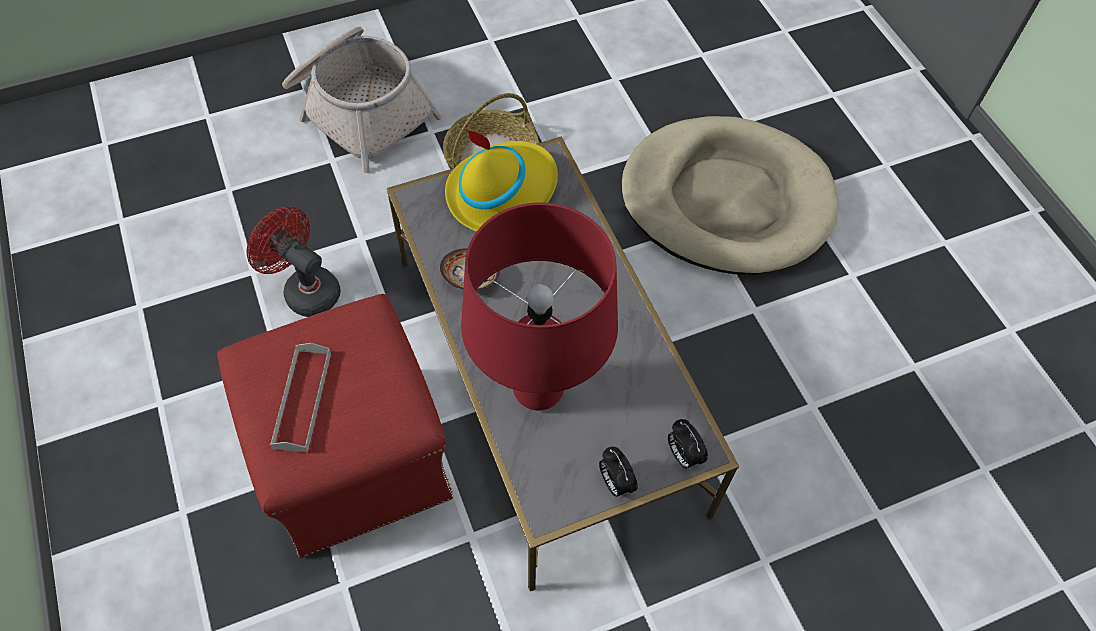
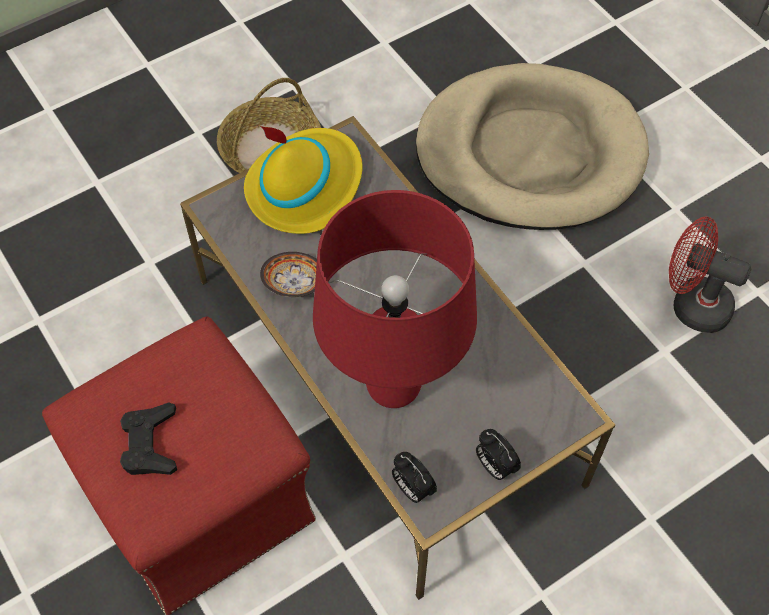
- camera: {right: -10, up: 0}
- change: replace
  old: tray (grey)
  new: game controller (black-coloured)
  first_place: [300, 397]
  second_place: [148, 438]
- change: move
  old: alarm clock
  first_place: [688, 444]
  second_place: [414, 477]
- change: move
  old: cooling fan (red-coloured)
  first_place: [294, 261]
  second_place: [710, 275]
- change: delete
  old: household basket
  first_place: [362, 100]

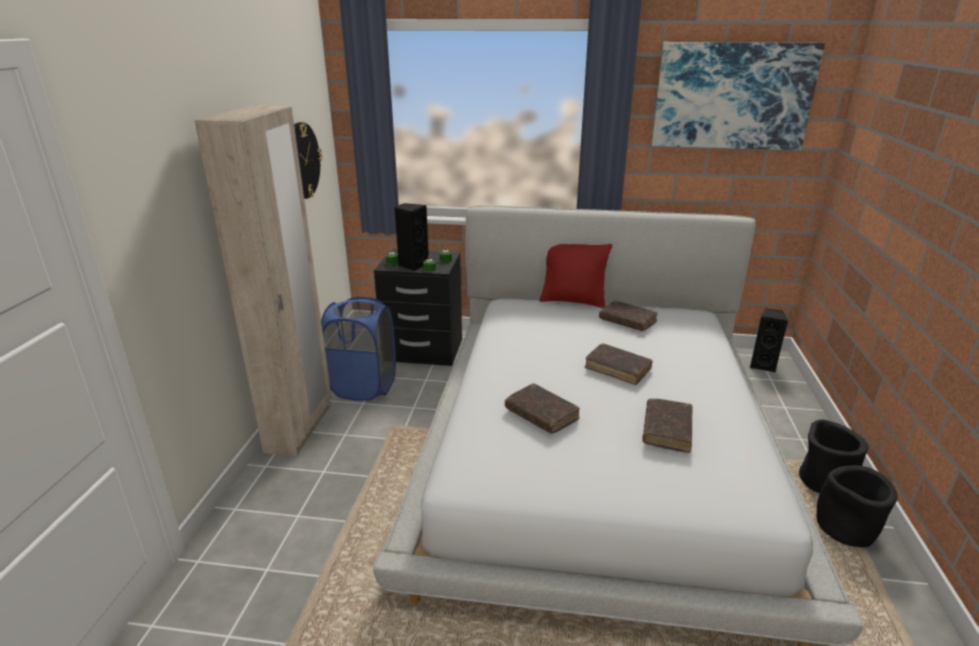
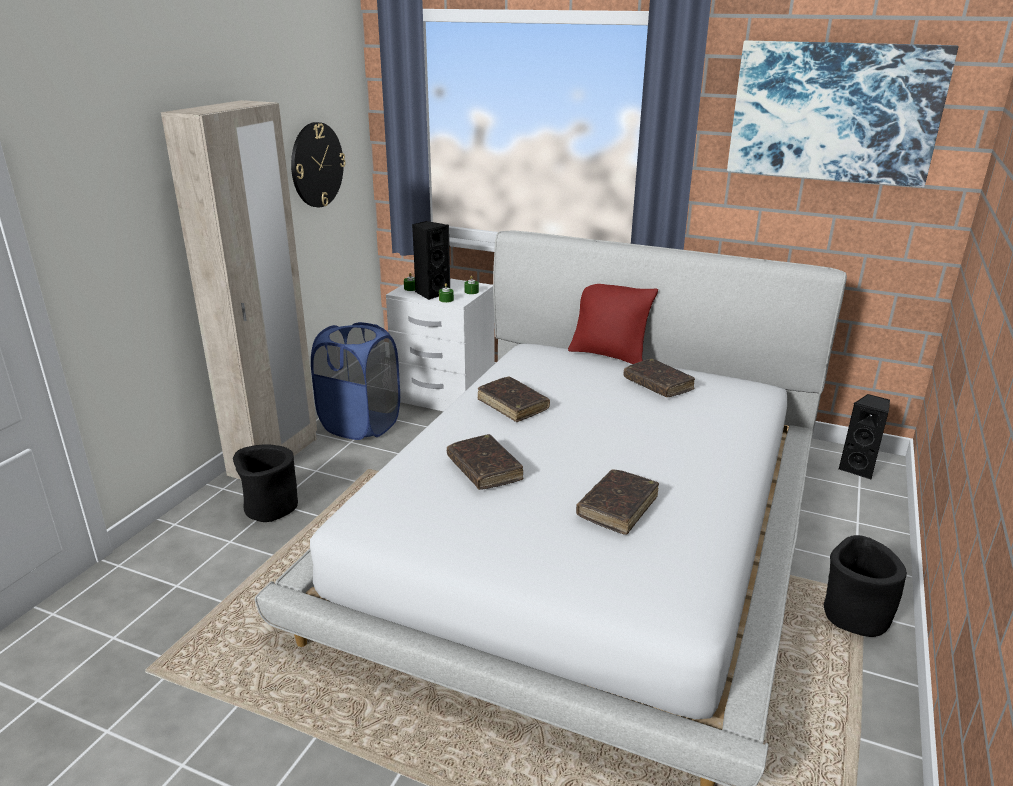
- camera: {right: 15, up: 0}
- change: move
  old: flower pot (black-coloured)
  first_place: [857, 506]
  second_place: [265, 483]
- change: recolor
  old: bedside table (black-coloured)
  new: bedside table (whitish)
  first_place: [418, 307]
  second_place: [440, 345]
- change: move
  old: volume (brown)
  first_place: [619, 364]
  second_place: [513, 399]

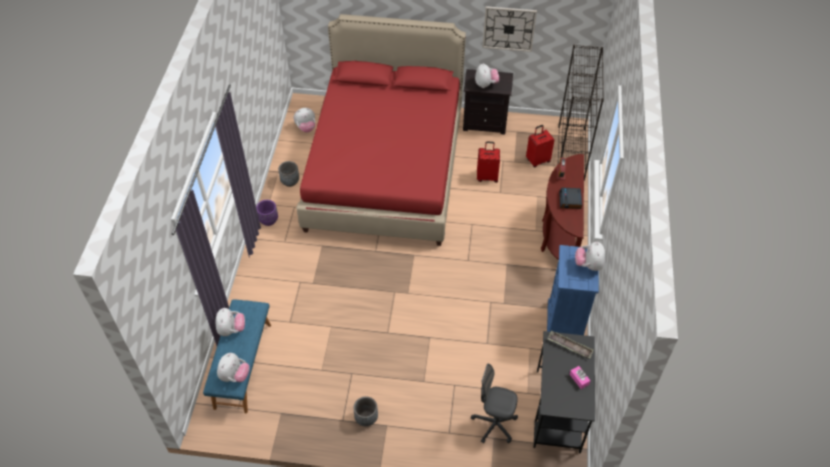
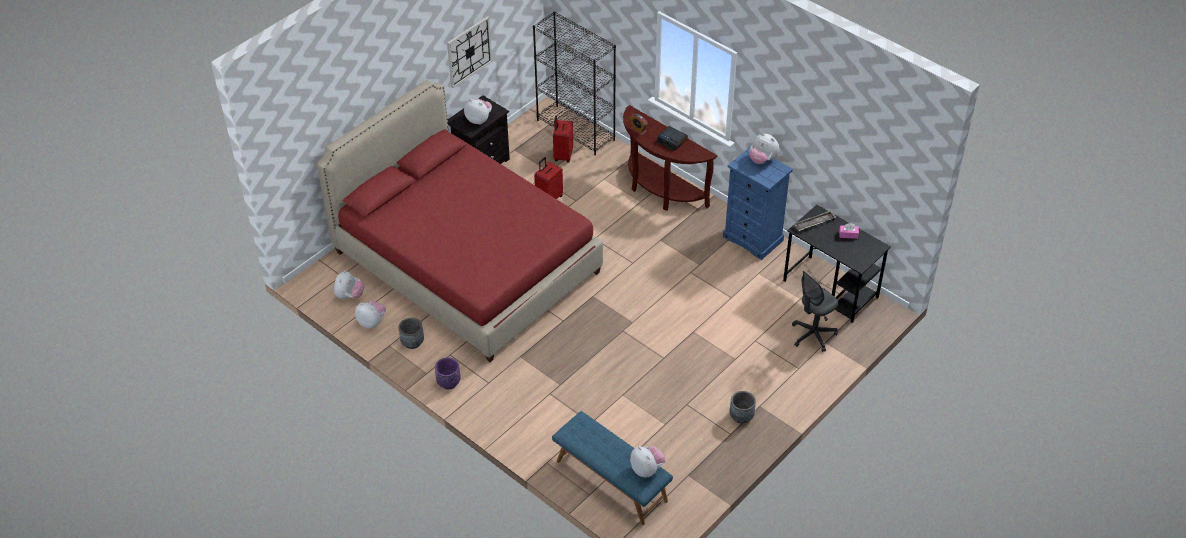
- camera: {right: -55, up: -5}
- change: move
  old: cuddly toy
  first_place: [230, 322]
  second_place: [370, 314]

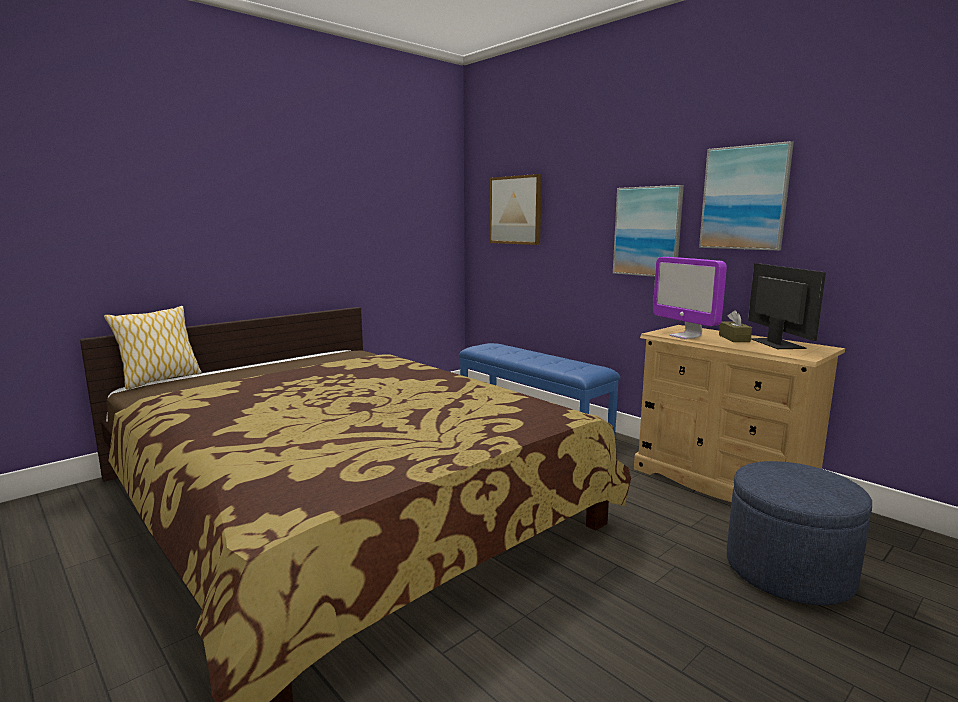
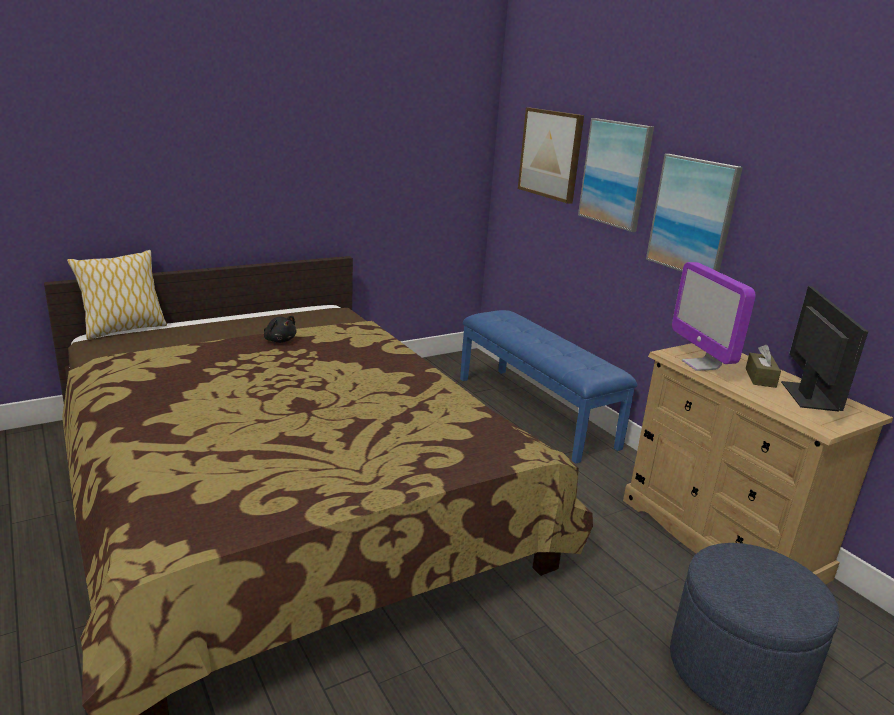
- camera: {right: 10, up: 10}
- change: insert
  new: cuddly toy (black-coloured)
  second_place: [280, 329]
- change: move
  old: wall picture
  first_place: [746, 196]
  second_place: [616, 175]

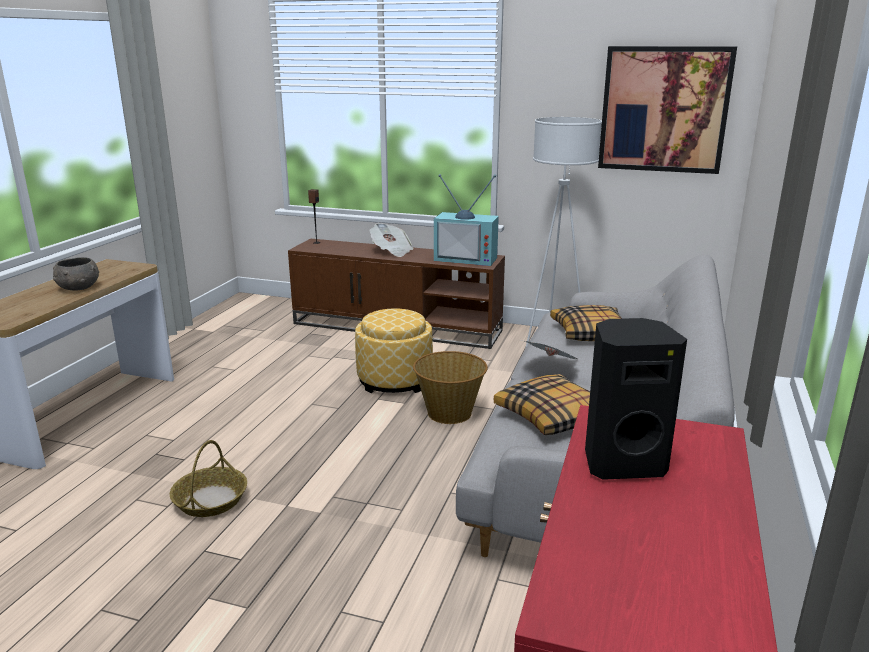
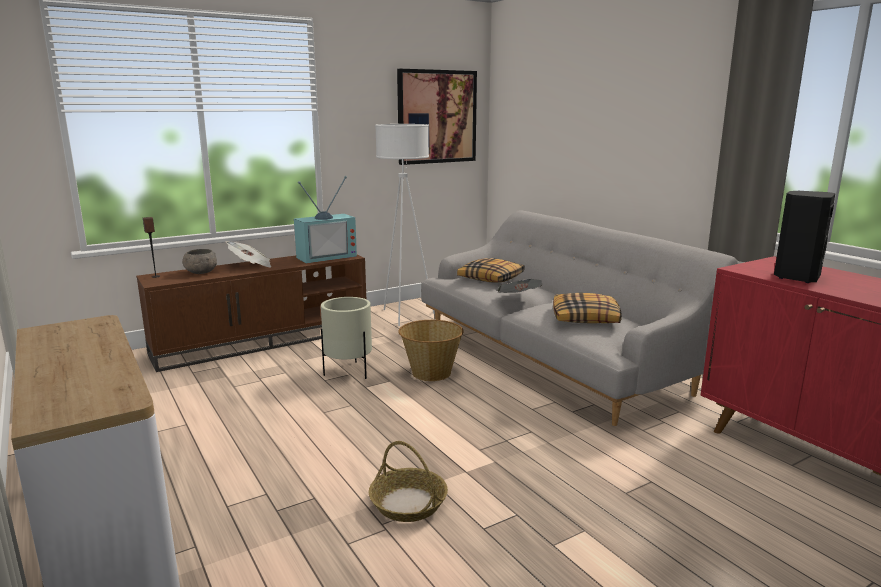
- camera: {right: -50, up: -5}
- change: move
  old: deep dish (grey)
  first_place: [76, 274]
  second_place: [199, 261]
- change: replace
  old: ottoman
  new: flower pot (beige-coloured)
  first_place: [394, 350]
  second_place: [346, 338]

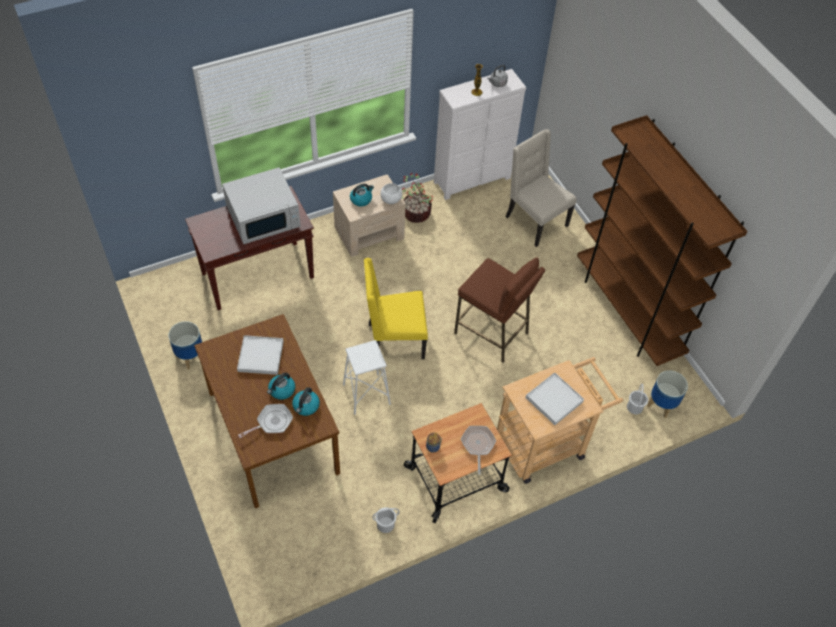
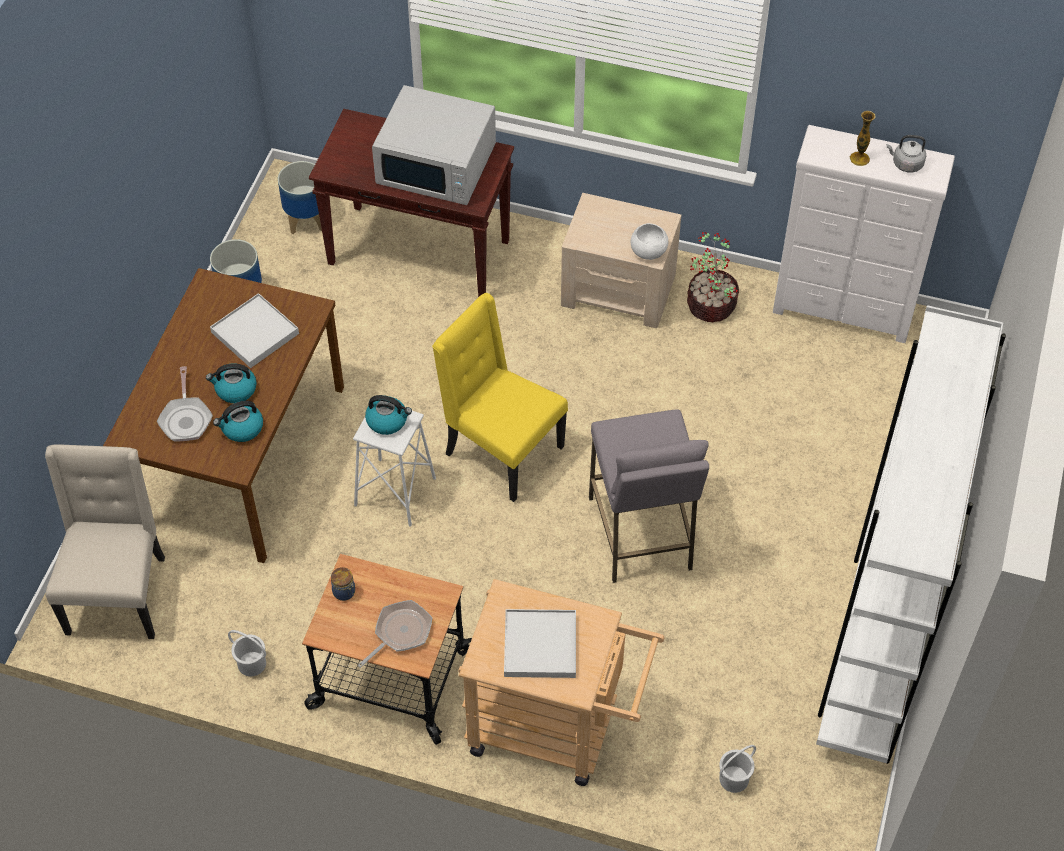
- camera: {right: 45, up: 0}
- change: move
  old: plain chair (beige-coloured)
  first_place: [541, 188]
  second_place: [105, 541]
- change: rotate
  old: pan
  first_place: [265, 421]
  second_place: [185, 403]
  degrees: 75
- change: move
  old: flower pot
  first_place: [667, 394]
  second_place: [300, 197]
- change: move
  old: kettle
  first_place: [362, 195]
  second_place: [388, 415]
- change: recolor
  old: sitting stool (brown)
  new: sitting stool (grey)
  first_place: [499, 310]
  second_place: [649, 496]
- change: recolor
  old: bookcase (brown)
  new: bookcase (whitish)
  first_place: [662, 240]
  second_place: [911, 534]

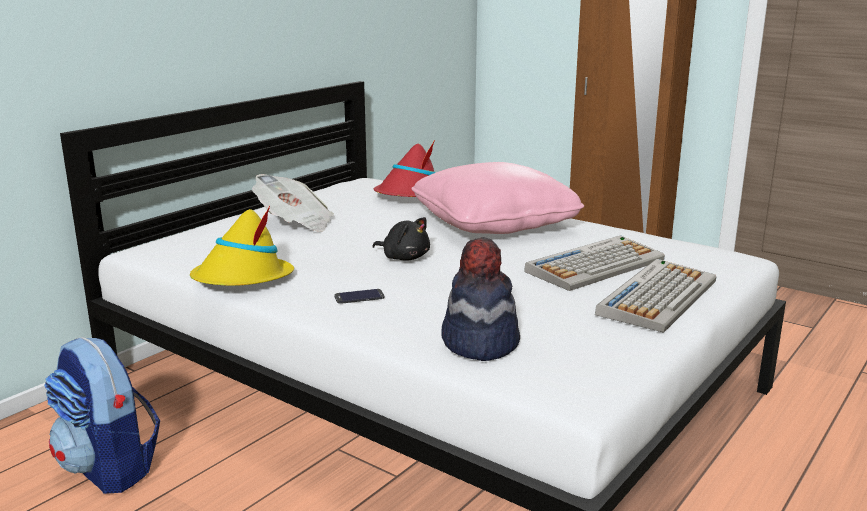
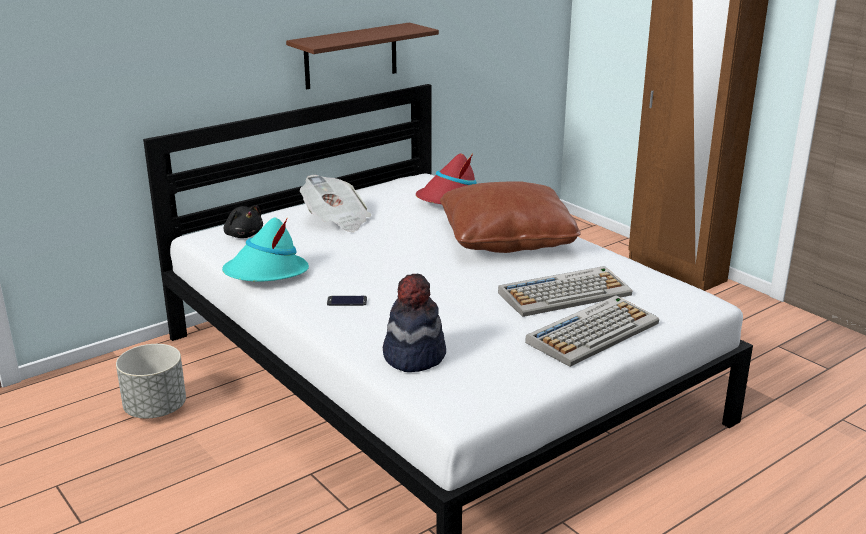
- camera: {right: 15, up: 5}
- change: replace
  old: backpack
  new: flower pot (grey)
  first_place: [102, 415]
  second_place: [151, 381]
- change: recolor
  old: clothing hat (yellow)
  new: clothing hat (turquoise)
  first_place: [242, 246]
  second_place: [265, 249]
- change: move
  old: cuddly toy (black-coloured)
  first_place: [401, 239]
  second_place: [243, 221]
- change: insert
  new: bracket shelf (brown)
  second_place: [362, 56]
- change: recolor
  old: cushion (pink)
  new: cushion (brown)
  first_place: [497, 198]
  second_place: [510, 217]

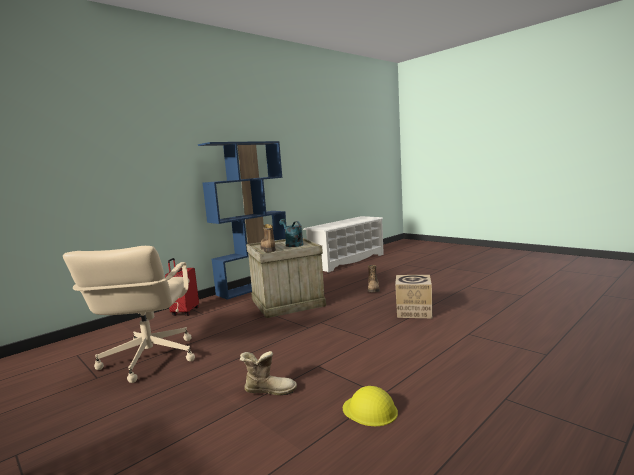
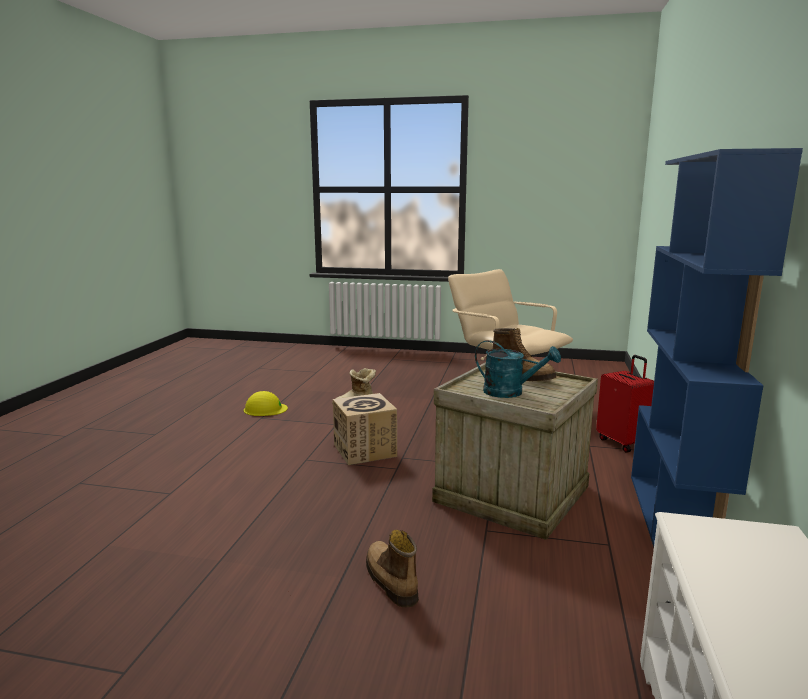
- camera: {right: 145, up: 5}
- change: move
  old: cardboard box
  first_place: [413, 296]
  second_place: [365, 429]

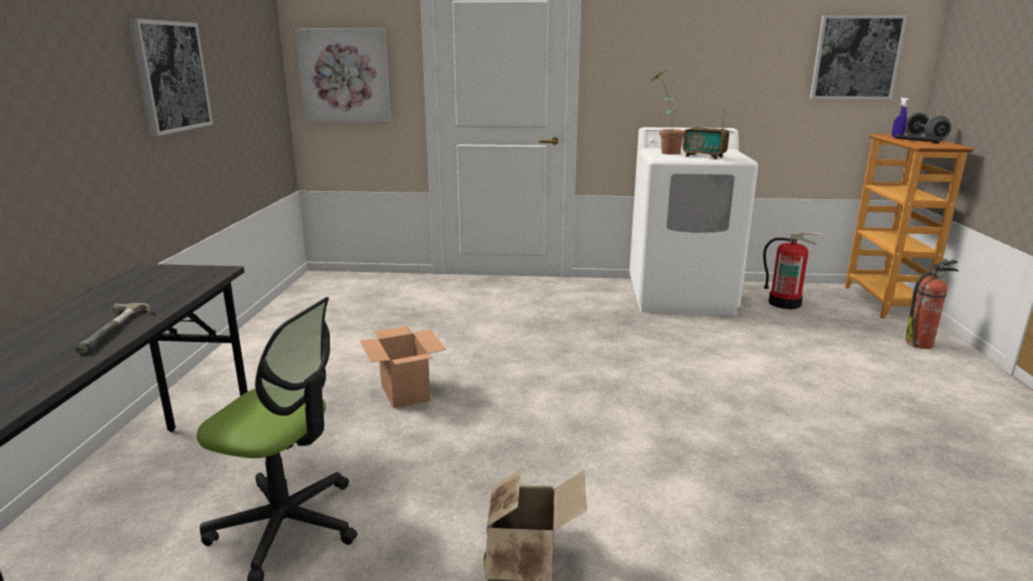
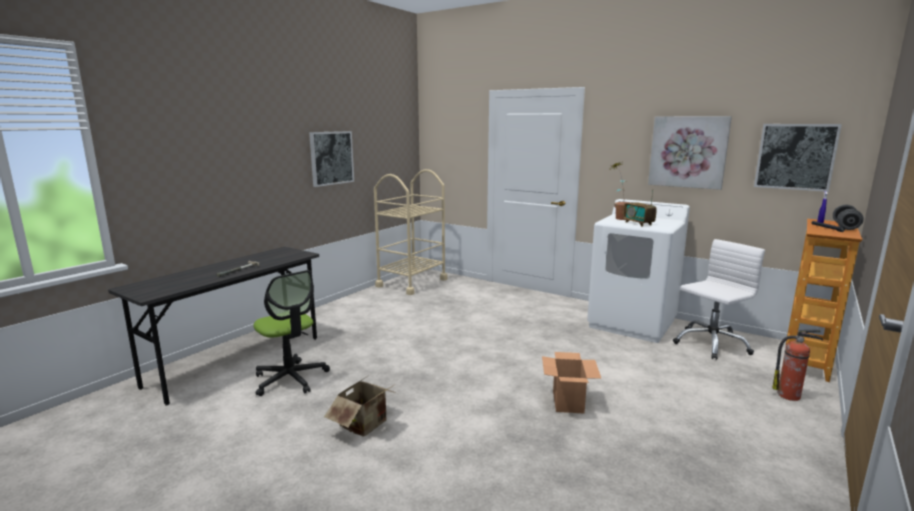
- camera: {right: 30, up: -5}
- change: insert
  new: cart (beige-coloured)
  second_place: [410, 232]
- change: move
  old: cardboard box
  first_place: [403, 367]
  second_place: [571, 382]
- change: move
  old: wall picture
  first_place: [343, 75]
  second_place: [690, 153]
- change: replace
  old: fire extinguisher
  new: office chair (whitish)
  first_place: [794, 270]
  second_place: [719, 299]

